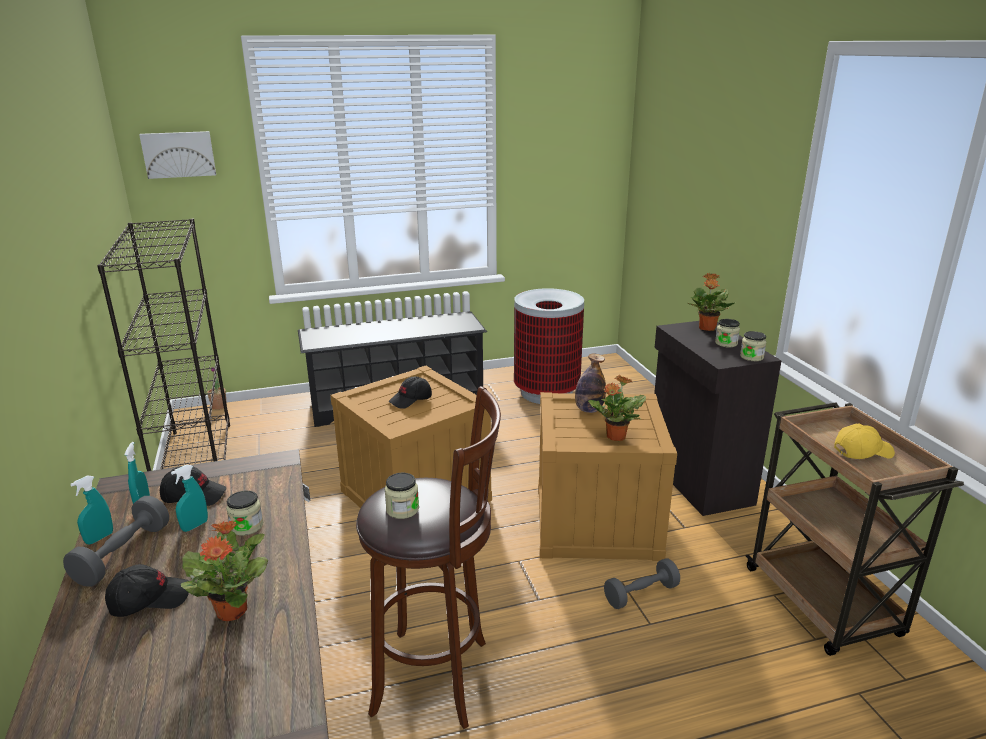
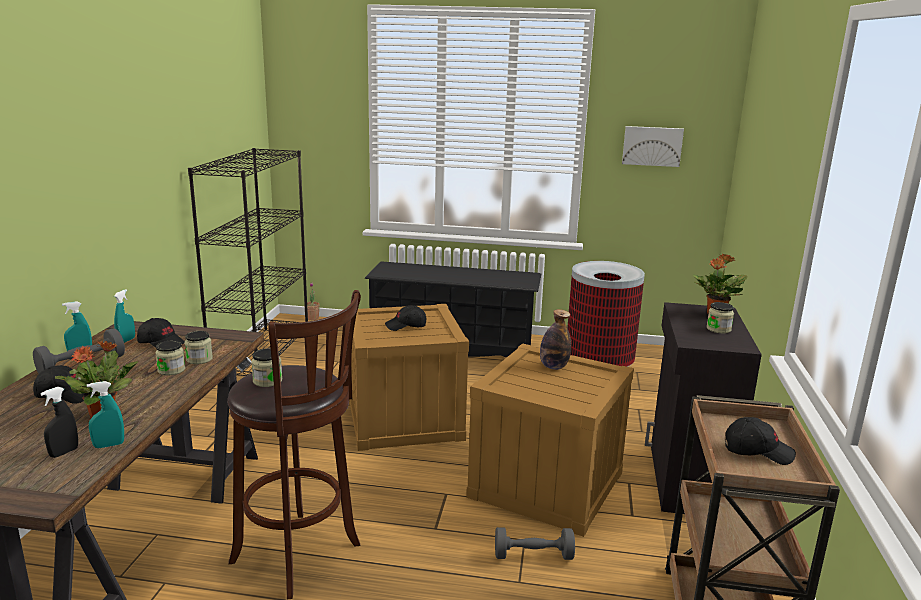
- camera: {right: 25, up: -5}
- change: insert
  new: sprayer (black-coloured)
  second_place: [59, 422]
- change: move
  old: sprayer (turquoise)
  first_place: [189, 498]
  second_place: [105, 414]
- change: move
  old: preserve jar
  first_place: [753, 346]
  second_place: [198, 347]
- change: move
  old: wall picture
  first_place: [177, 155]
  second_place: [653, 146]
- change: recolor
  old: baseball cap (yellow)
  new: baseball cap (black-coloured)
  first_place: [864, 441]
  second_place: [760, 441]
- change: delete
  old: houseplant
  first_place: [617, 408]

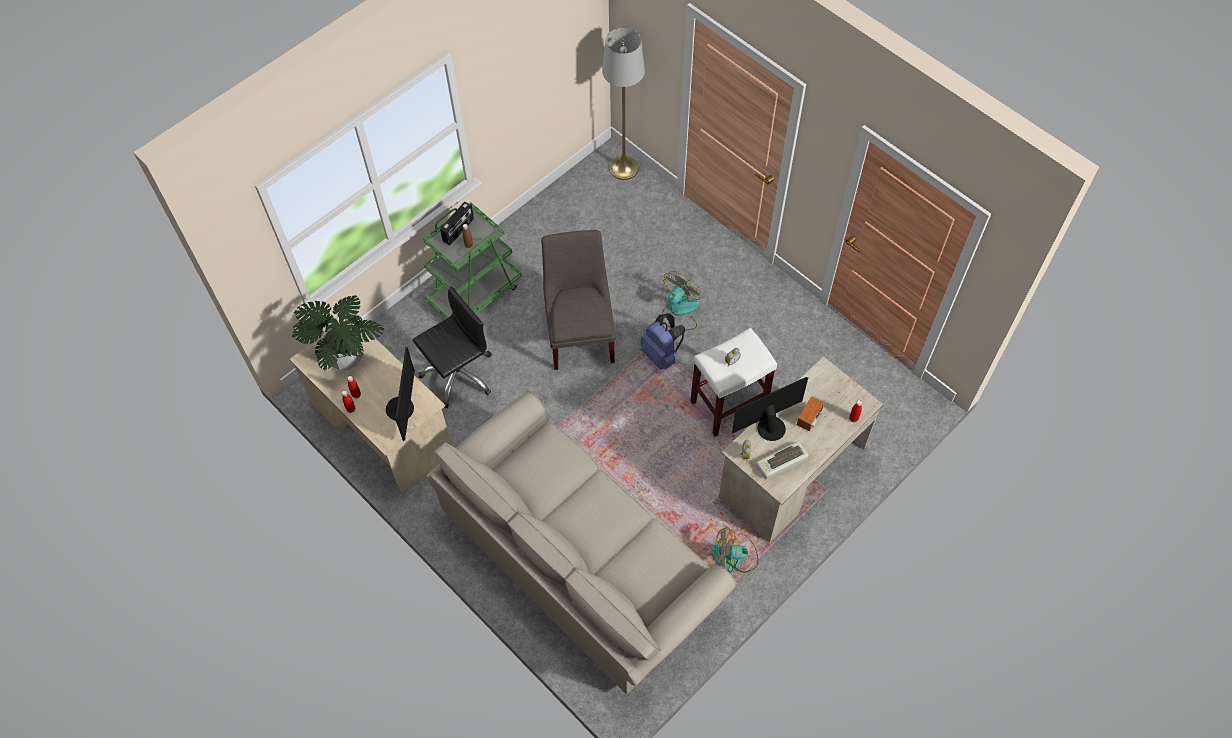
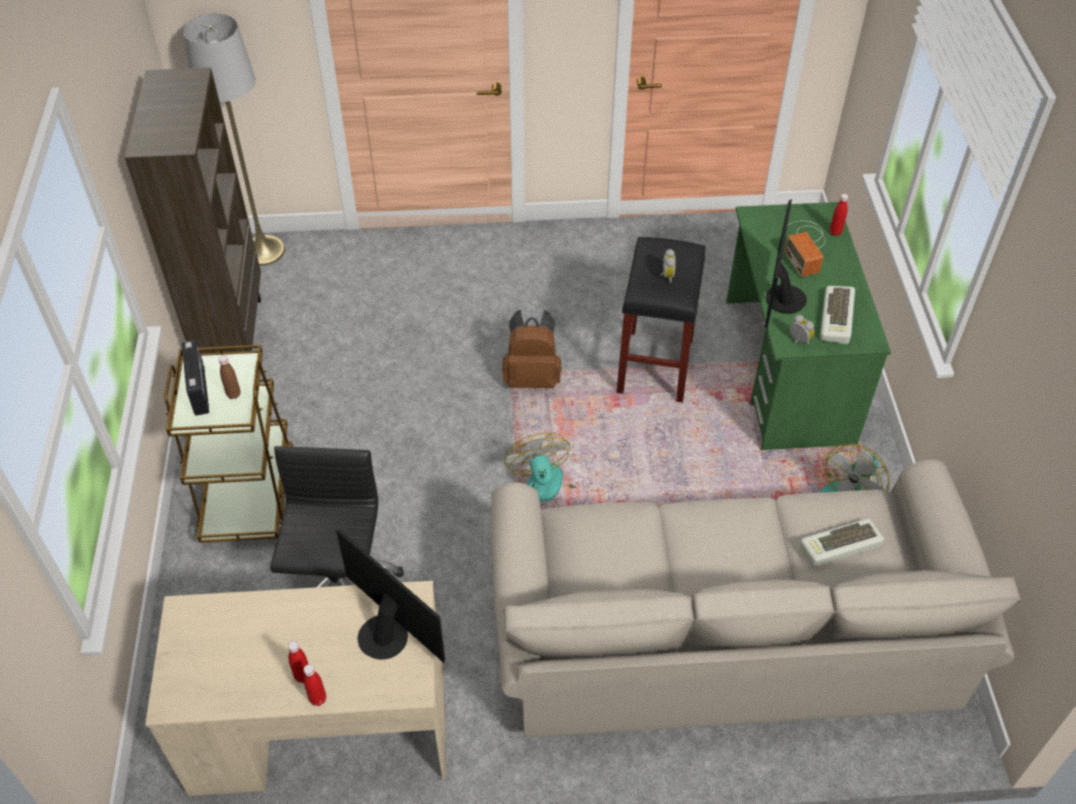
- camera: {right: -50, up: -10}
- change: insert
  new: bookcase (brown)
  second_place: [193, 211]
- change: recolor
  old: cart (green)
  new: cart (brown)
  first_place: [472, 261]
  second_place: [229, 444]
- change: recolor
  old: backpack (blue)
  new: backpack (brown)
  first_place: [662, 341]
  second_place: [532, 349]
- change: move
  old: cooling fan
  first_place: [681, 301]
  second_place: [546, 469]
- change: recolor
  old: sitting stool (whitish)
  new: sitting stool (black-coloured)
  first_place: [733, 382]
  second_place: [660, 320]
- change: recolor
  old: desk table (beige-coloured)
  new: desk table (green)
  first_place: [801, 449]
  second_place: [808, 326]
- change: insert
  new: PC keyboard
  second_place: [842, 542]
- change: delete
  old: houseplant
  first_place: [338, 332]
- change: delete
  old: plain chair (grey)
  first_place: [578, 300]

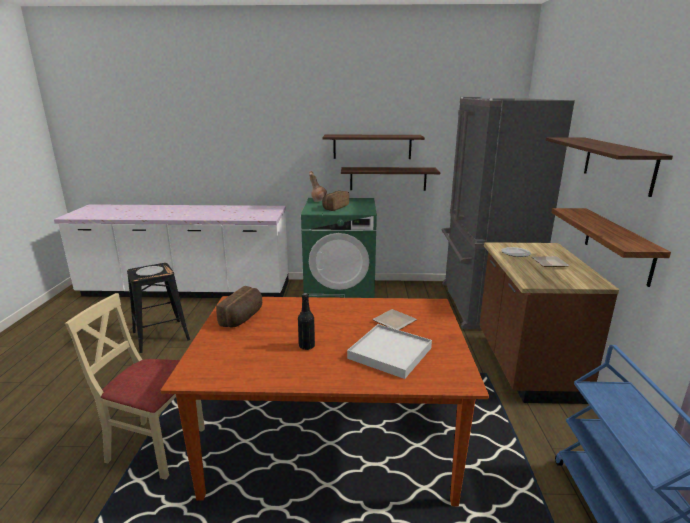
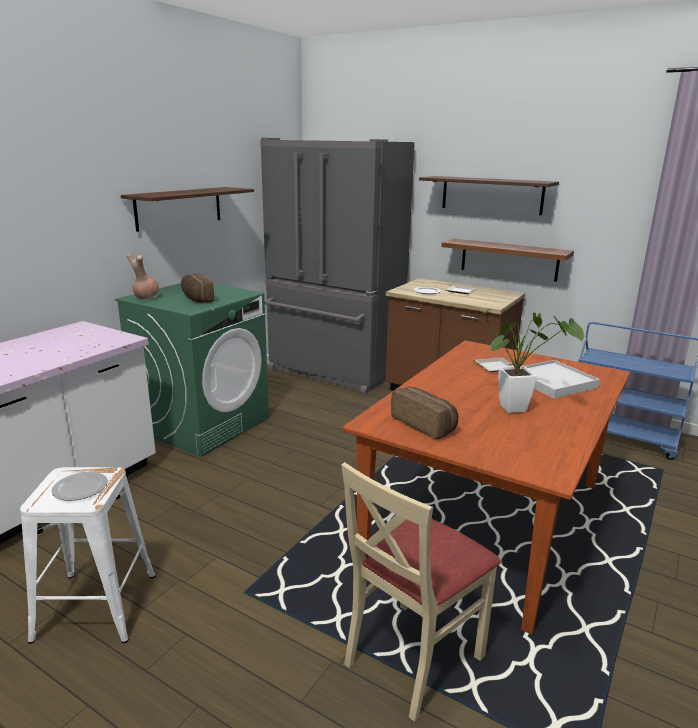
- camera: {right: -60, up: 0}
- change: recolor
  old: sitting stool (black-coloured)
  new: sitting stool (whitish)
  first_place: [158, 308]
  second_place: [87, 555]
- change: replace
  old: drink bottle (black-coloured)
  new: houseplant
  first_place: [306, 321]
  second_place: [529, 360]
- change: delete
  old: bracket shelf
  first_place: [390, 179]

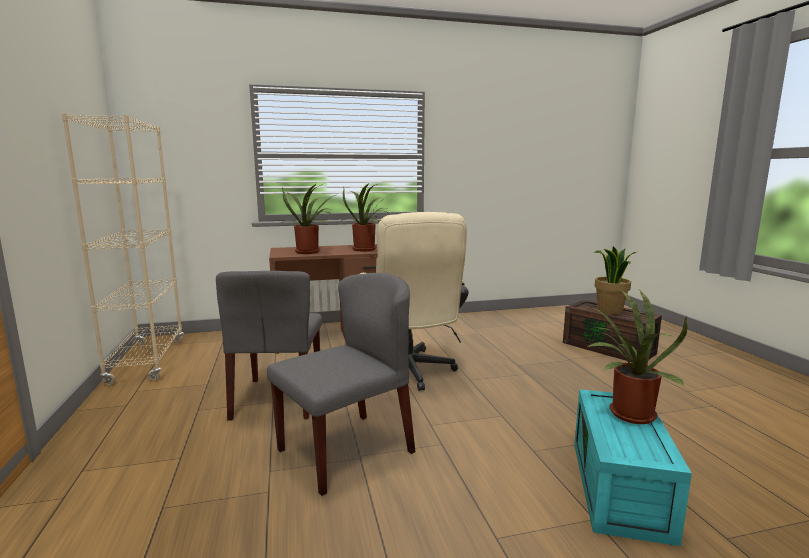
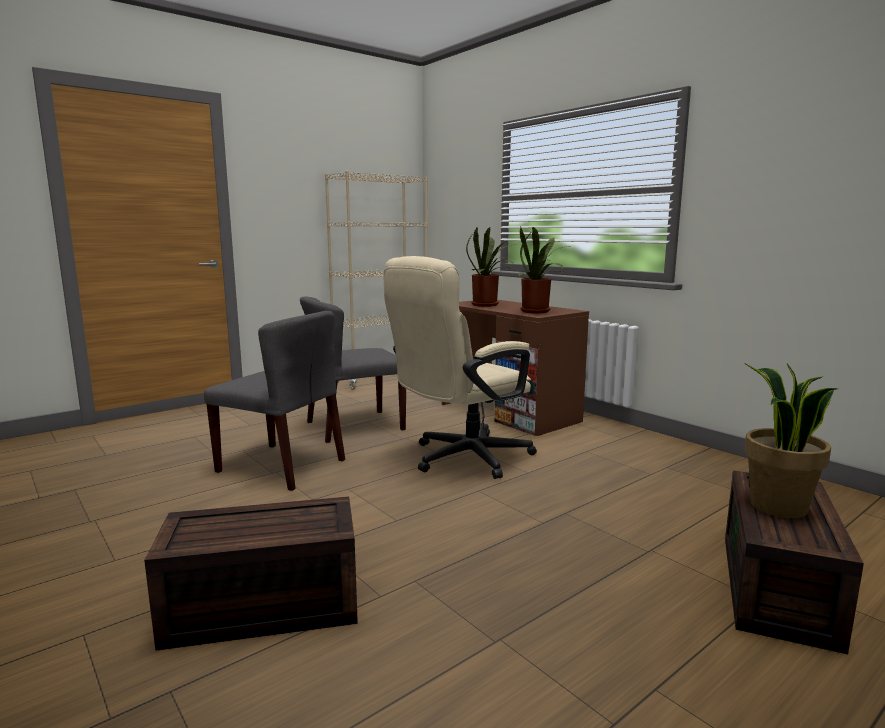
- camera: {right: 65, up: 0}
- change: recolor
  old: storage box (turquoise)
  new: storage box (brown)
  first_place: [633, 467]
  second_place: [251, 574]
- change: delete
  old: houseplant
  first_place: [637, 357]

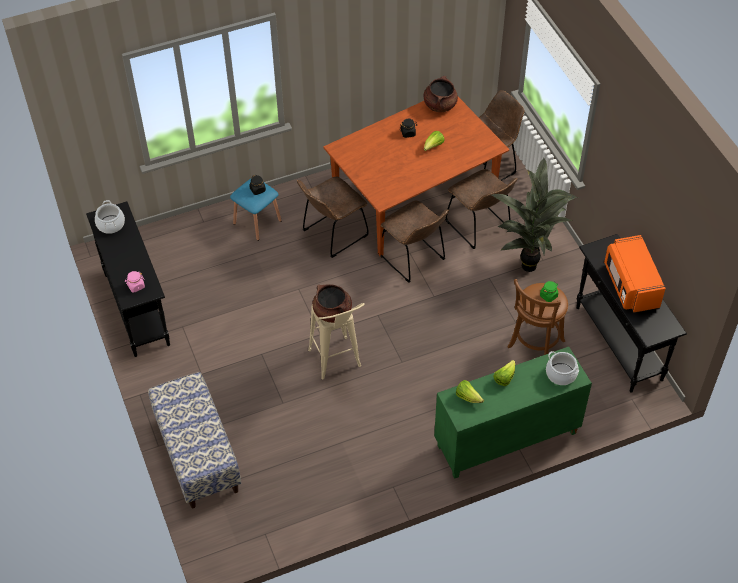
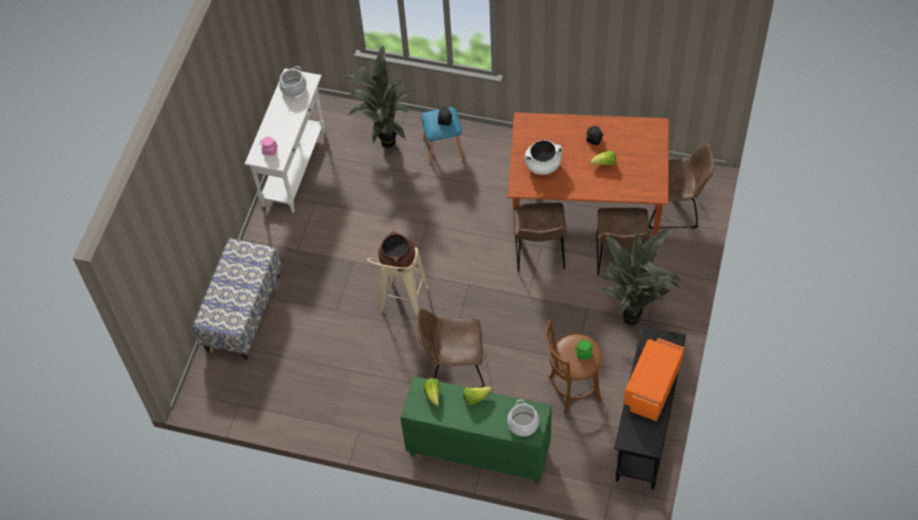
- camera: {right: 40, up: 5}
- change: recolor
  old: hall table (black-coloured)
  new: hall table (whitish)
  first_place: [128, 279]
  second_place: [285, 140]
- change: insert
  new: houseplant
  second_place: [377, 97]
- change: move
  old: plain chair (brown)
  first_place: [333, 217]
  second_place: [450, 348]
- change: insert
  new: cooking pot (whitish)
  second_place: [543, 157]
- change: delete
  old: cooking pot (brown)
  first_place: [441, 93]

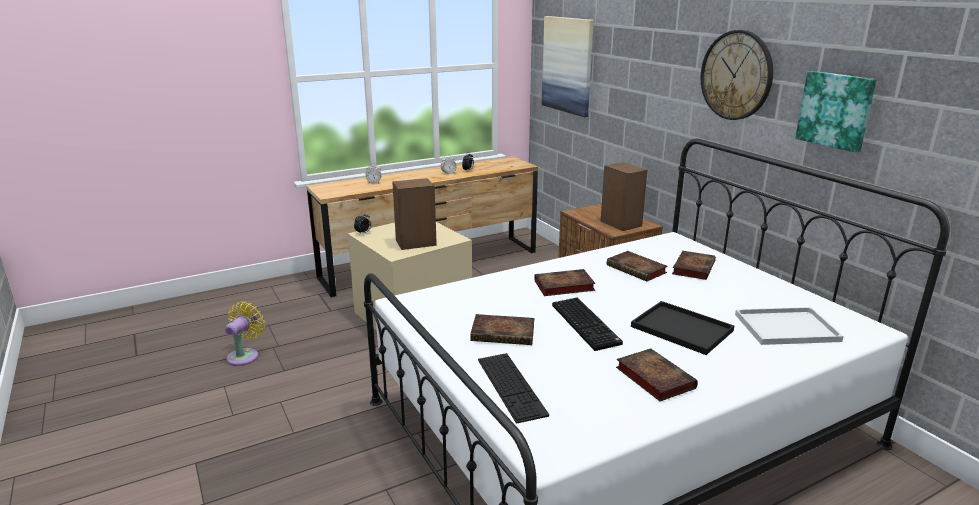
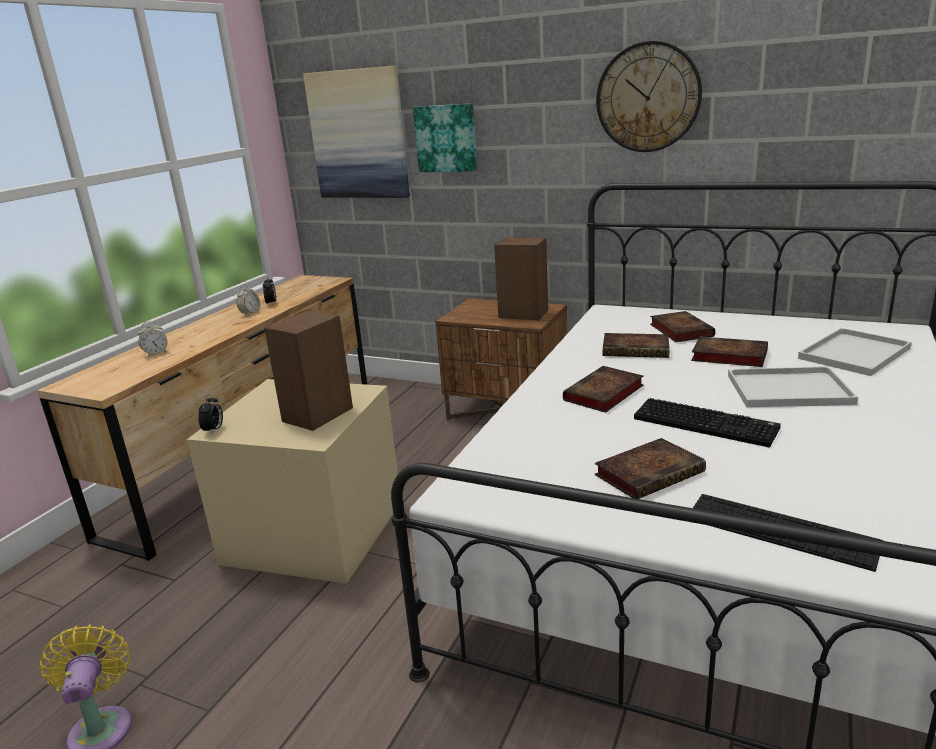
- camera: {right: -35, up: 0}
- change: move
  old: wall picture
  first_place: [836, 112]
  second_place: [445, 137]
- change: move
  old: volume
  first_place: [657, 374]
  second_place: [729, 352]
- change: recolor
  old: tray (black-coloured)
  new: tray (whitish)
  first_place: [682, 328]
  second_place: [793, 386]

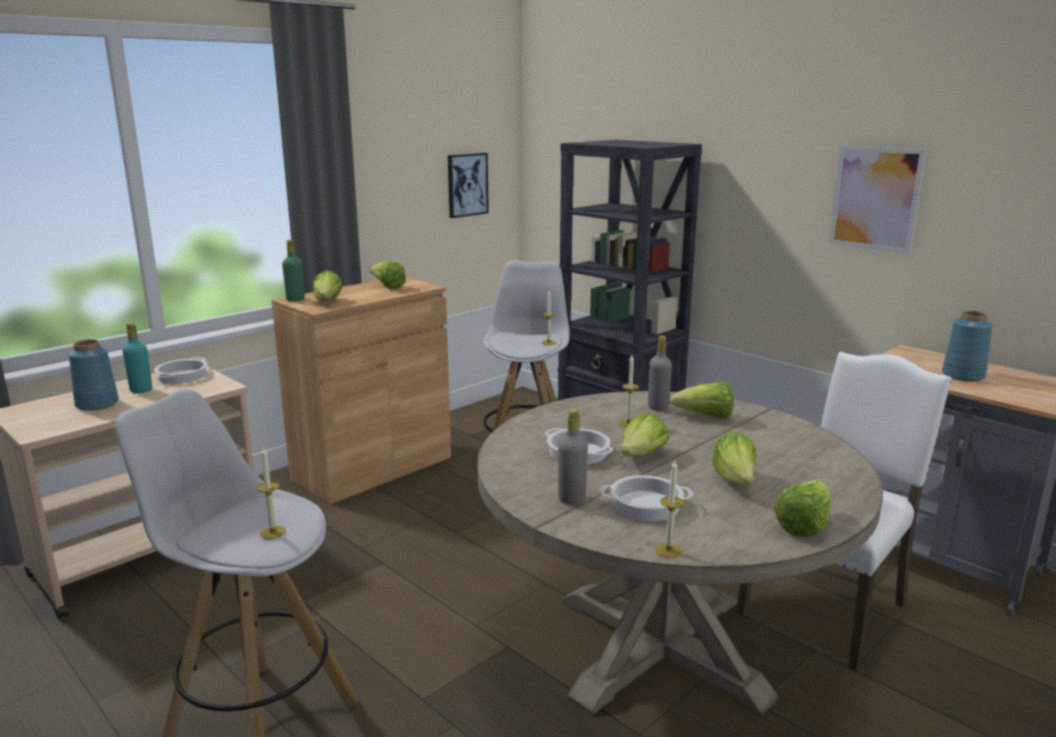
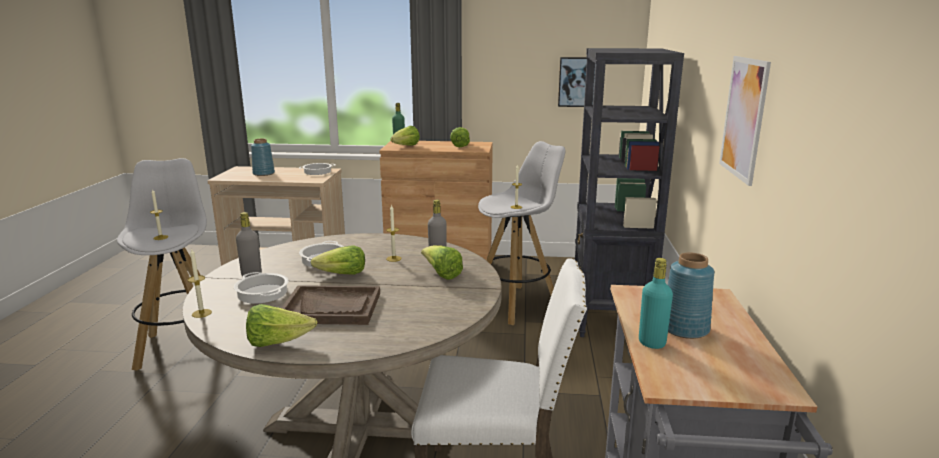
- camera: {right: 50, up: 0}
- change: replace
  old: head of lettuce
  new: tray (brown)
  first_place: [734, 458]
  second_place: [331, 305]
- change: move
  old: drink bottle (turquoise)
  first_place: [137, 358]
  second_place: [656, 303]

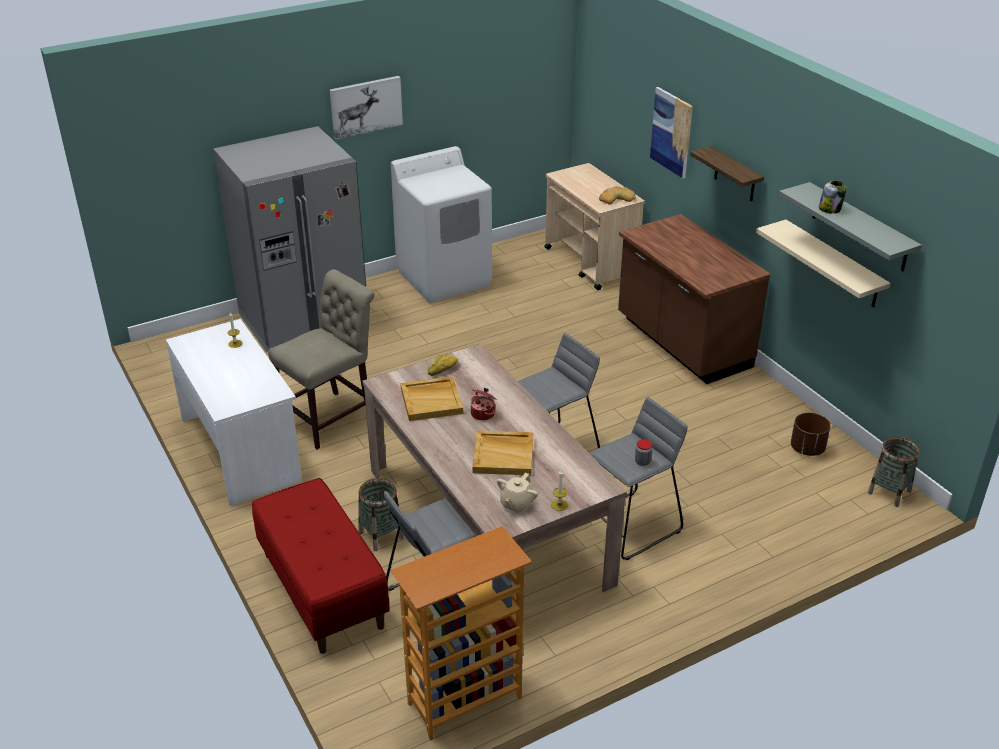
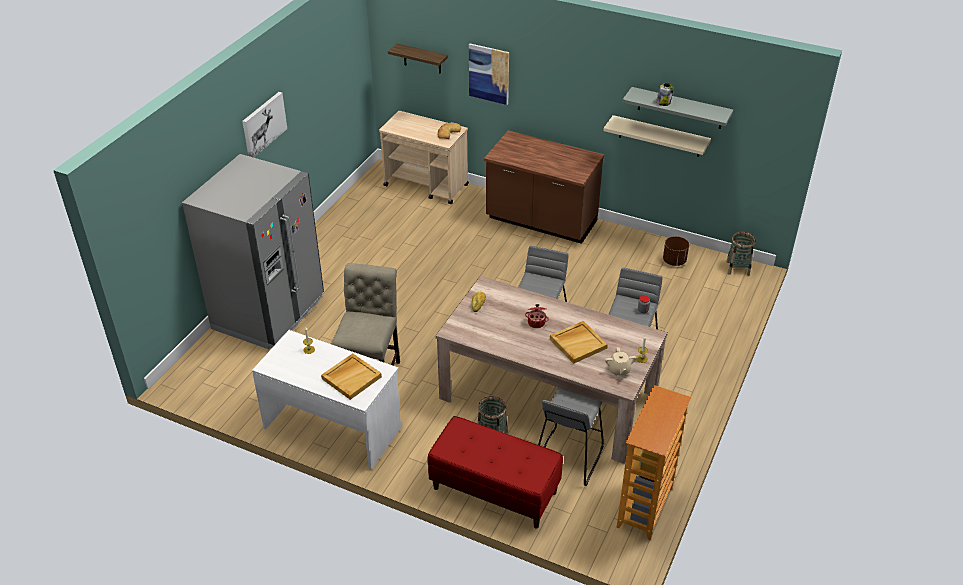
- camera: {right: -35, up: 5}
- change: move
  old: tray (beige-coloured)
  first_place: [432, 398]
  second_place: [351, 376]
- change: move
  old: bracket shelf
  first_place: [727, 174]
  second_place: [418, 59]
- change: delete
  old: washing machine (whitish)
  first_place: [441, 224]

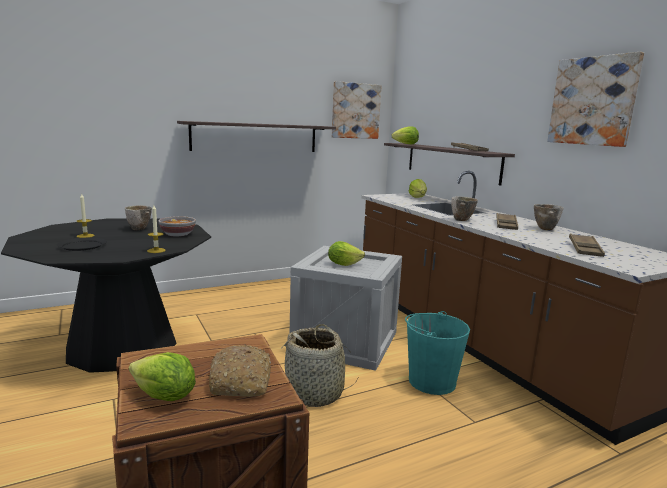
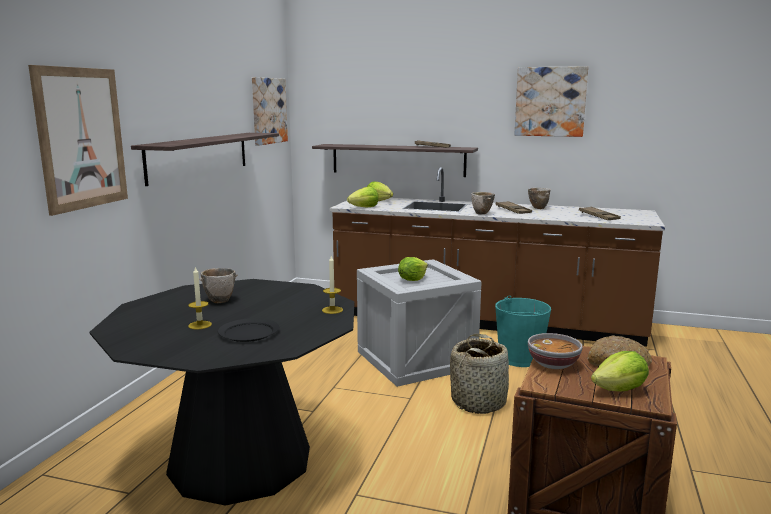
- camera: {right: -45, up: 0}
- change: insert
  new: wall picture
  second_place: [78, 140]
- change: move
  old: head of lettuce
  first_place: [405, 135]
  second_place: [362, 197]
- change: move
  old: deep dish
  first_place: [177, 226]
  second_place: [555, 351]

